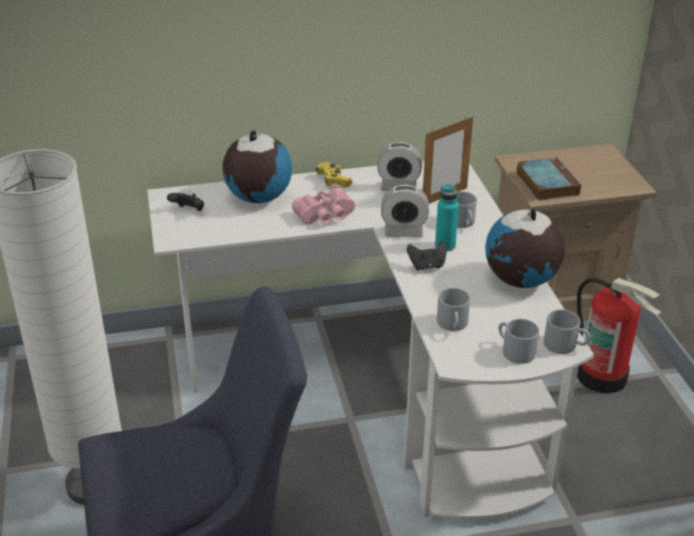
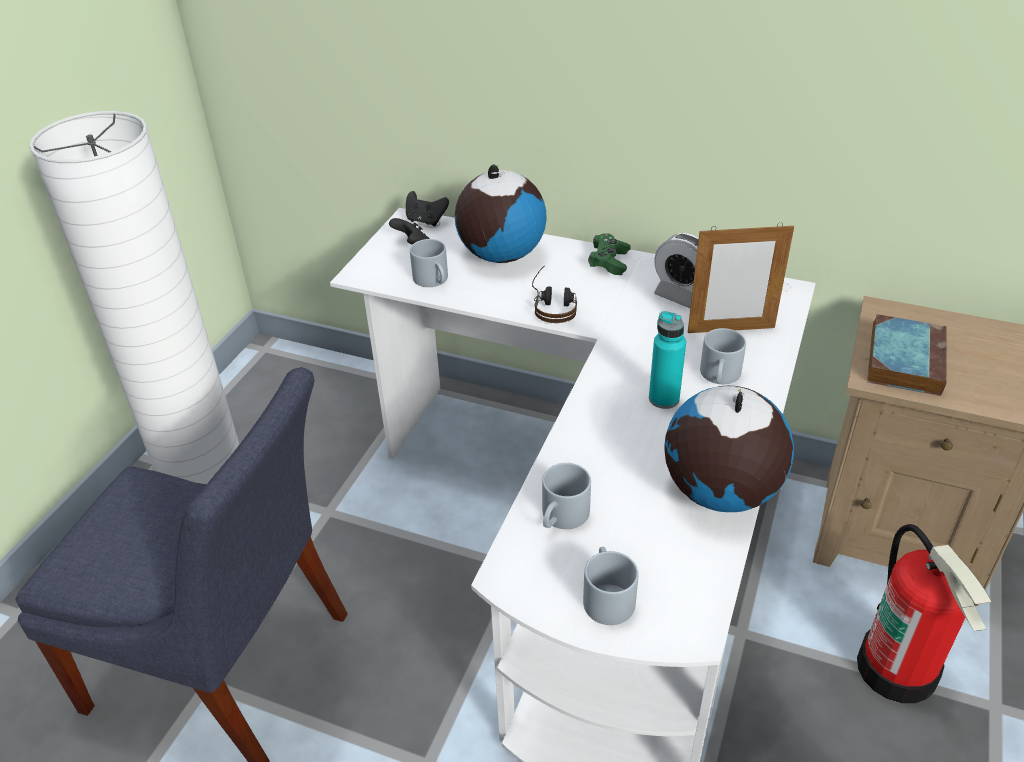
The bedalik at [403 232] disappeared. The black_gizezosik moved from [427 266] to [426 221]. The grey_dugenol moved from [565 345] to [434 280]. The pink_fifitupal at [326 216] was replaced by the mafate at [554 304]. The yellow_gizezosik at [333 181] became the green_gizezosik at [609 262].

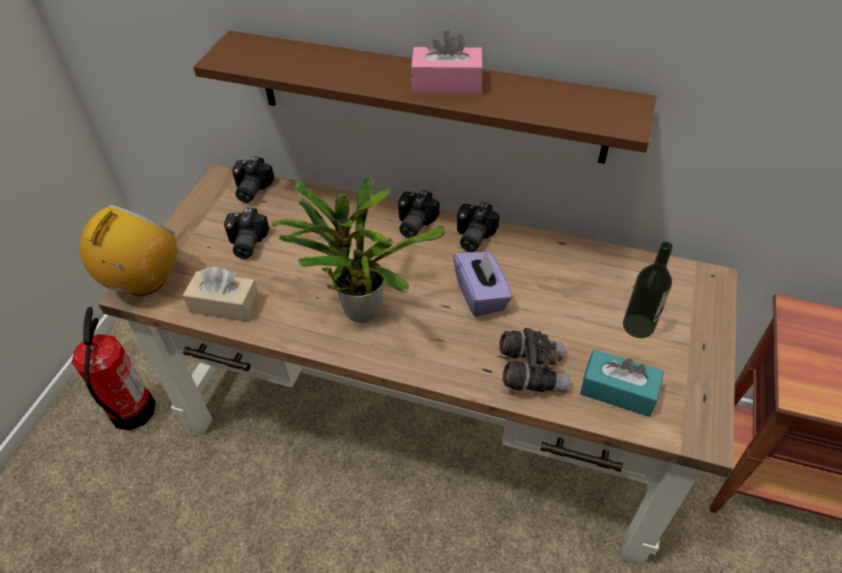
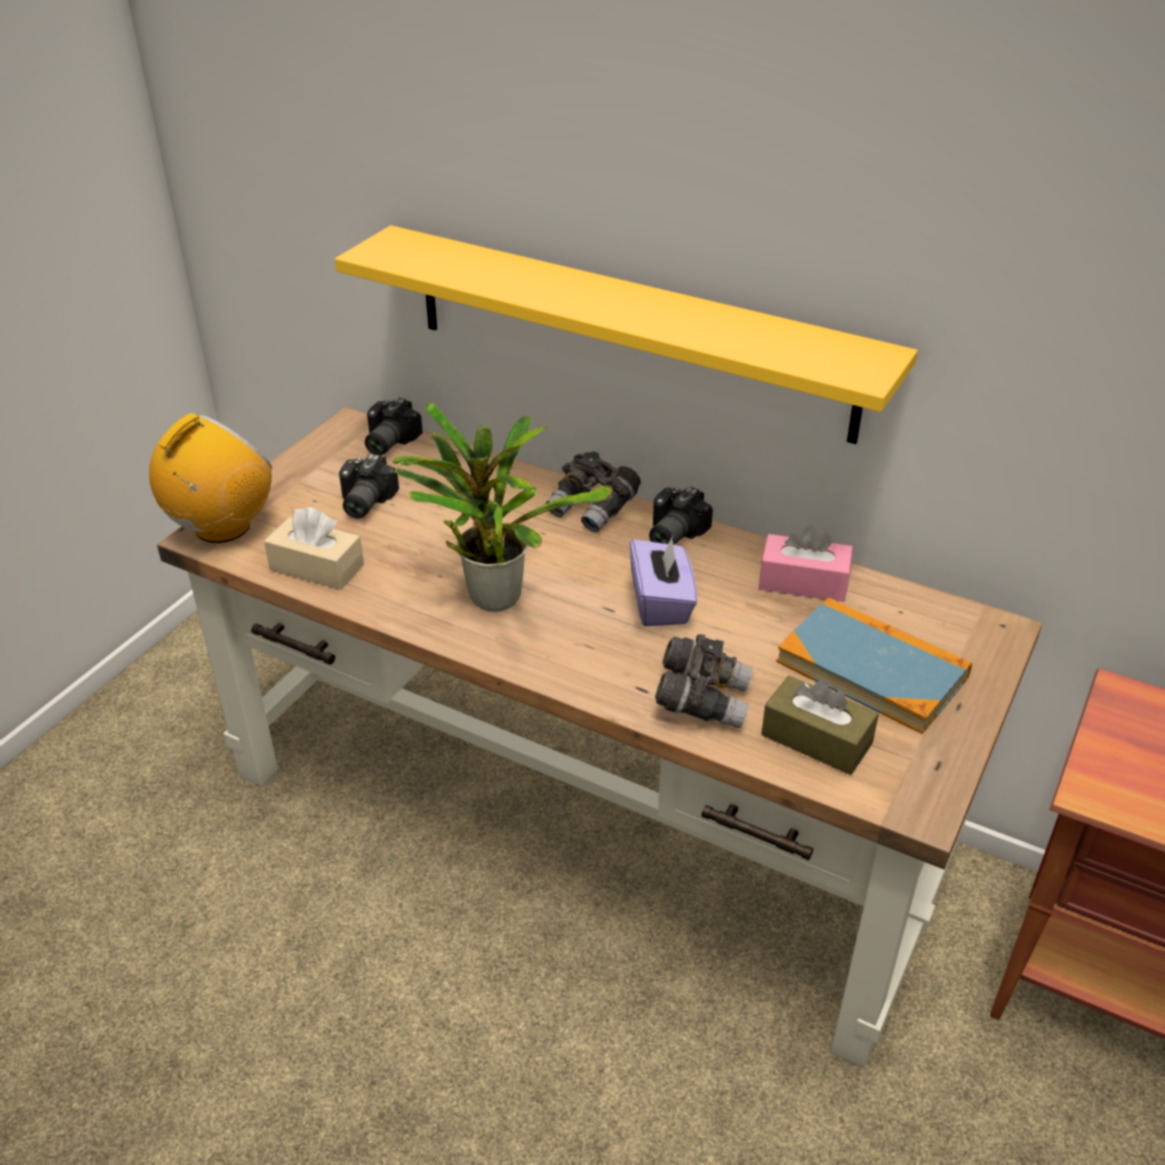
The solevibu at [132 411] disappeared. The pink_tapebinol moved from [446 83] to [803 582]. The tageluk at [412 224] was replaced by the grey_fifitupal at [593 509]. The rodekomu at [638 326] was replaced by the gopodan at [872 669]. The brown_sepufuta at [428 97] became the yellow_sepufuta at [629 332]. The turquoise_tapebinol at [618 391] became the brown_tapebinol at [816 739].

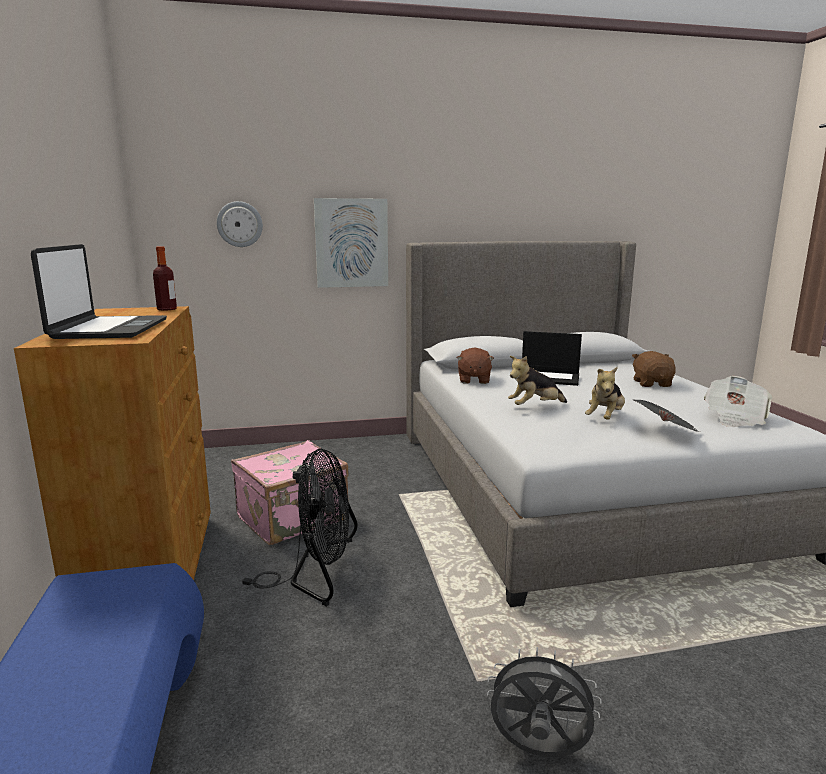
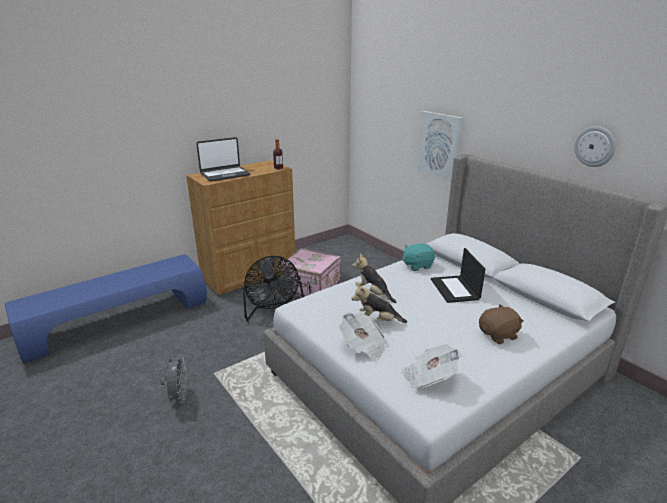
The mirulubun moved from [239 224] to [595 146]. The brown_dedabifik at [473 380] became the turquoise_dedabifik at [417 265].

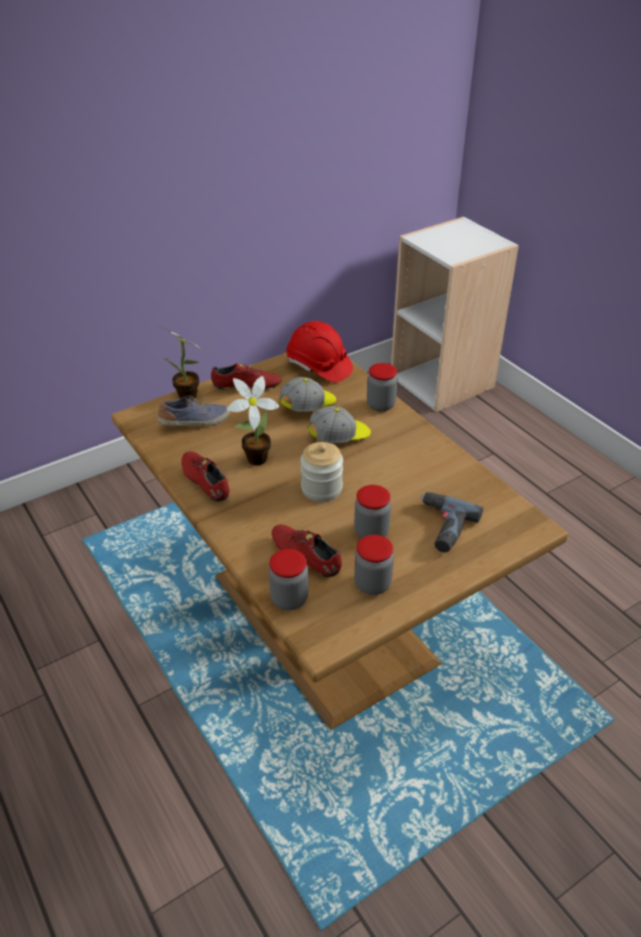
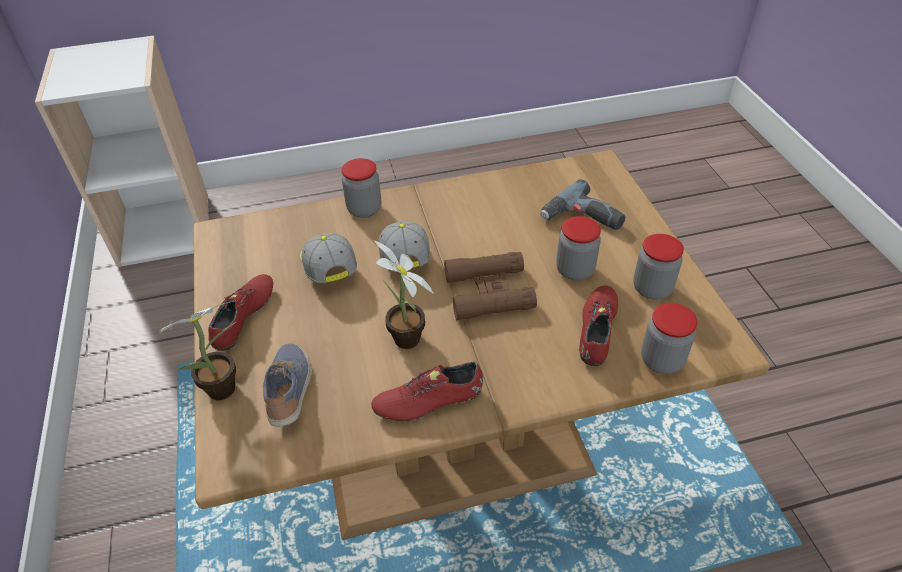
The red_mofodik at [318 366] disappeared. The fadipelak at [321 488] was replaced by the brown_fifitupal at [489 292]. The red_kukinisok at [305 556] turned 135 degrees clockwise.

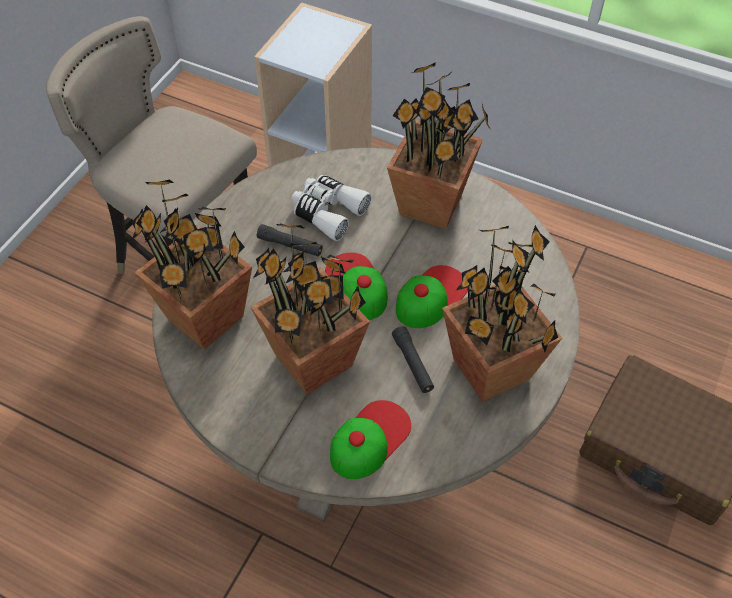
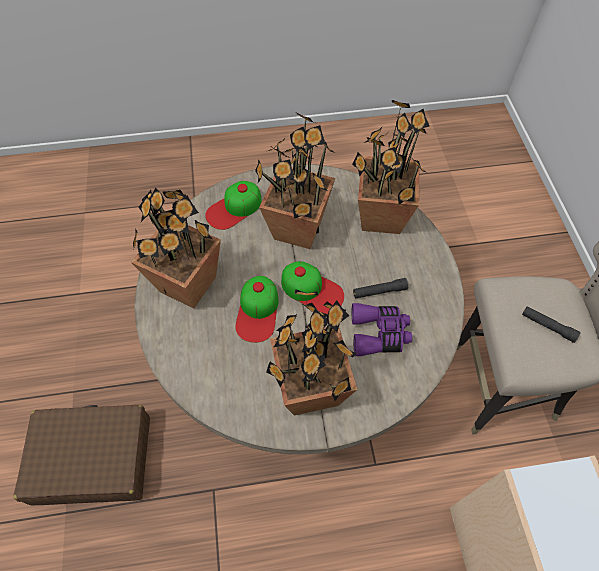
The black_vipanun moved from [413 364] to [547 326]. The white_fifitupal at [328 212] became the purple_fifitupal at [379 333]. The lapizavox at [369 439] turned 45 degrees clockwise.

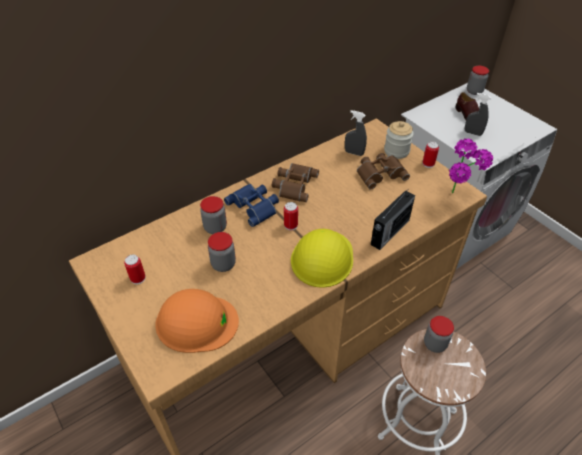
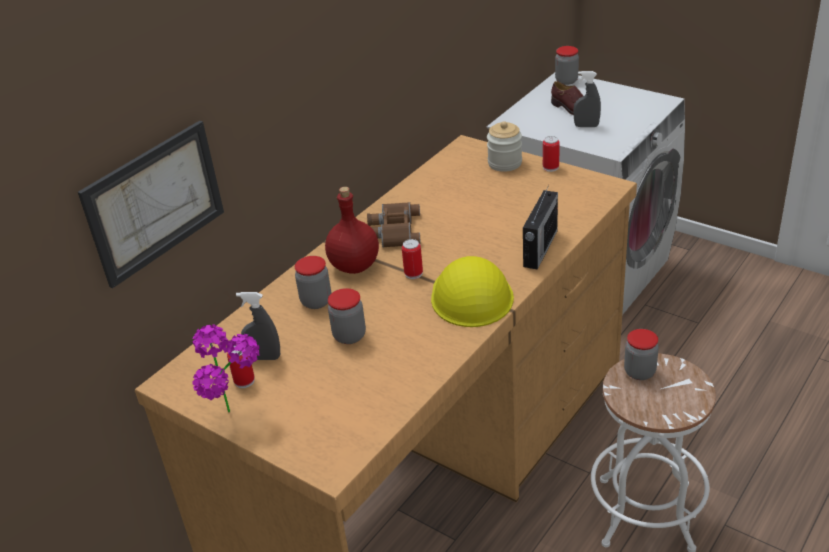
The orange_mofodik at [196 322] disappeared. The brown_fifitupal at [380 173] disappeared. The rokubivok at [154 202] appeared. The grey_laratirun moved from [354 153] to [264 357]. The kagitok moved from [458 197] to [238 417]. The blue_fifitupal at [255 206] was replaced by the red_rodekomu at [355 266].

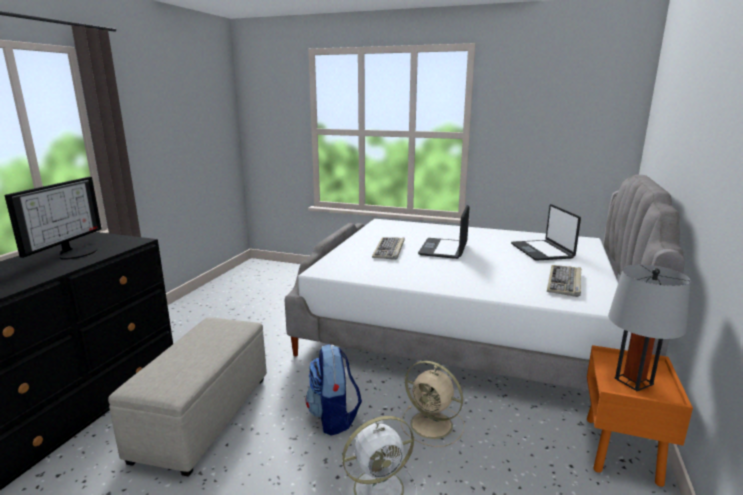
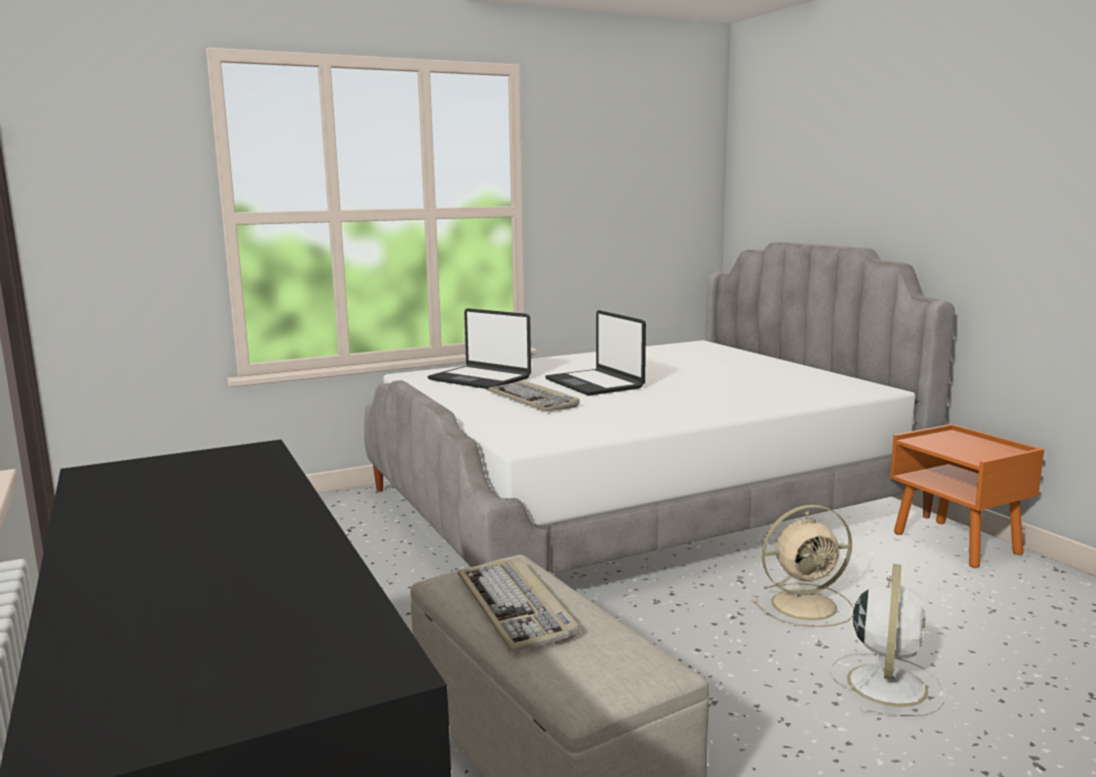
The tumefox at [75 252] disappeared. The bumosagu at [334 417] disappeared. The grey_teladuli at [633 381] disappeared. The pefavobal moved from [542 251] to [480 379]. The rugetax moved from [565 282] to [516 608].

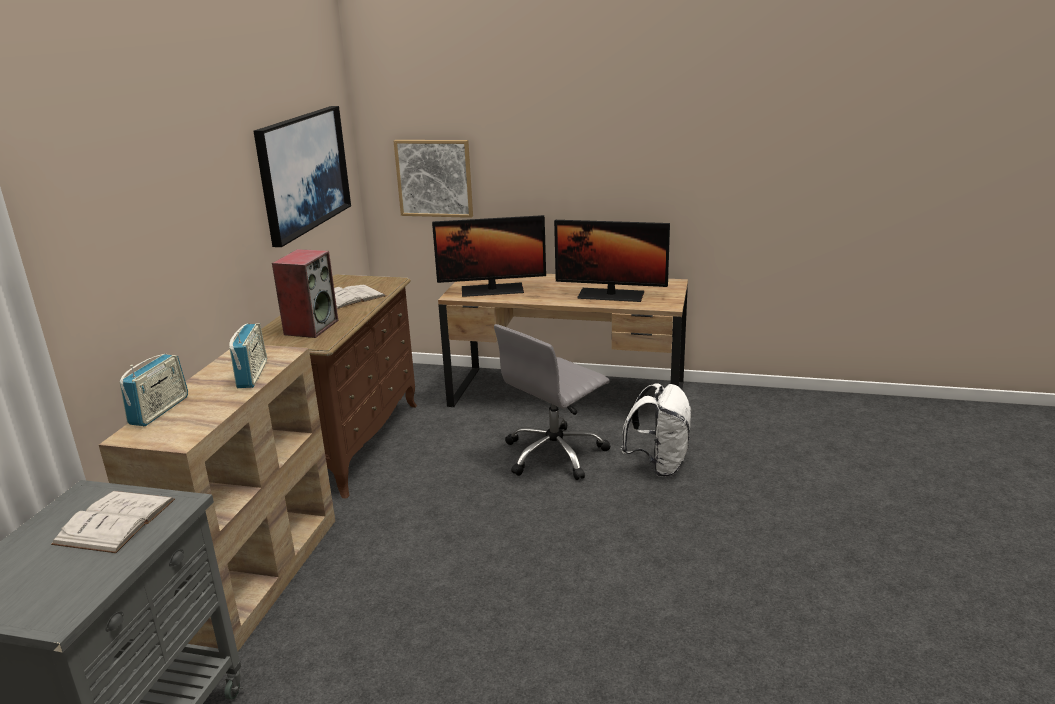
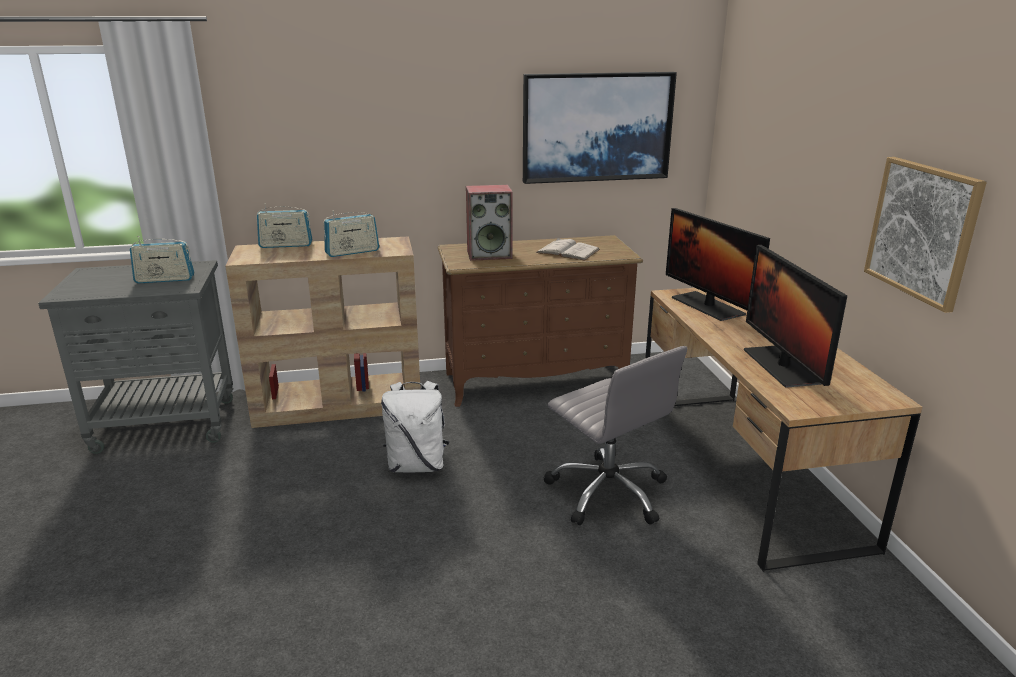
The rokubivok moved from [434 178] to [922 231]. The white_bumosagu moved from [659 465] to [417 465]. The white_gopodan at [115 521] was replaced by the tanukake at [165 280]. The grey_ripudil at [554 454] turned 150 degrees counterclockwise.

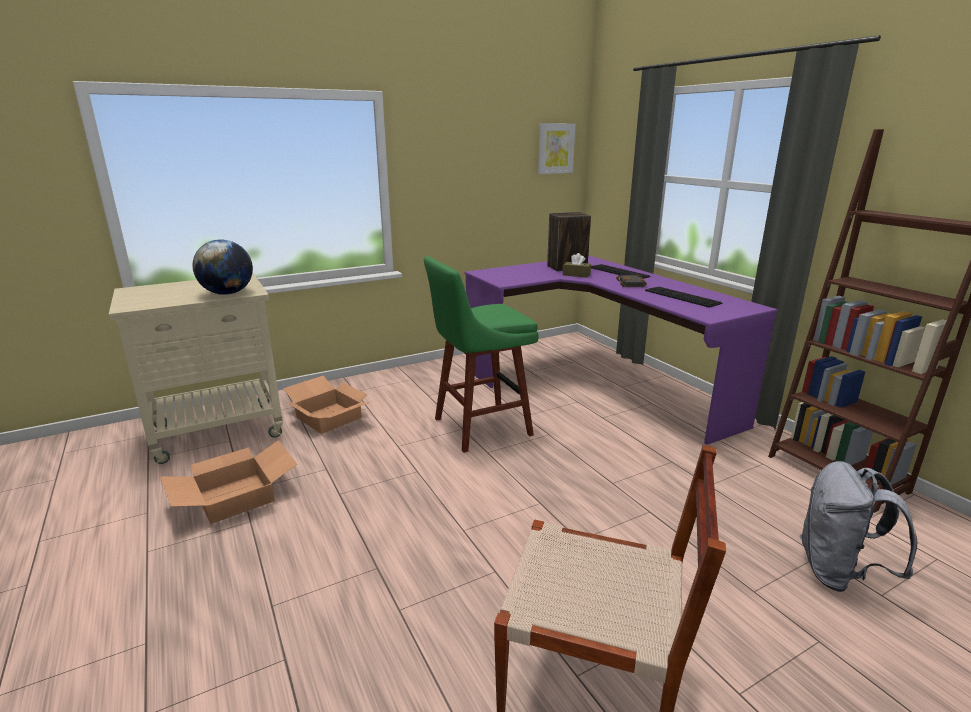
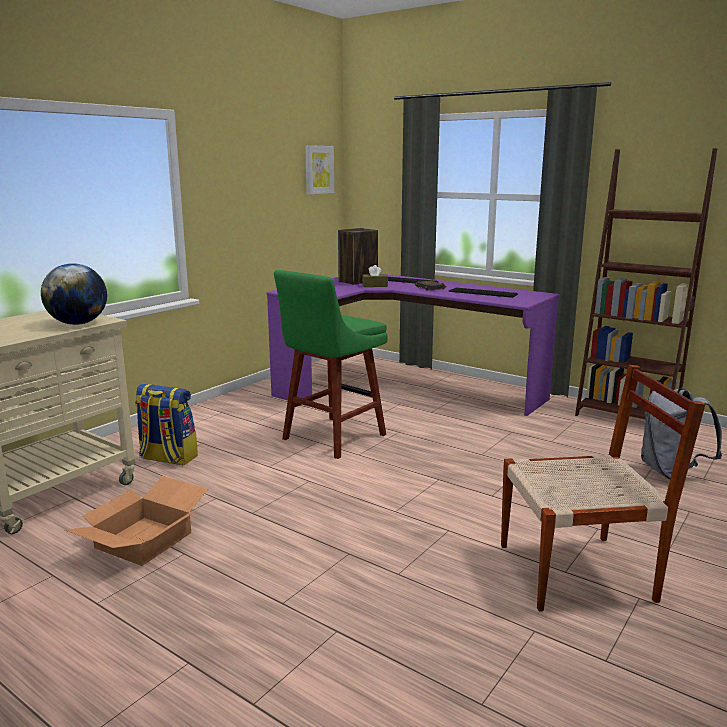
The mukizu at [327 418] was replaced by the bumosagu at [167 458].

